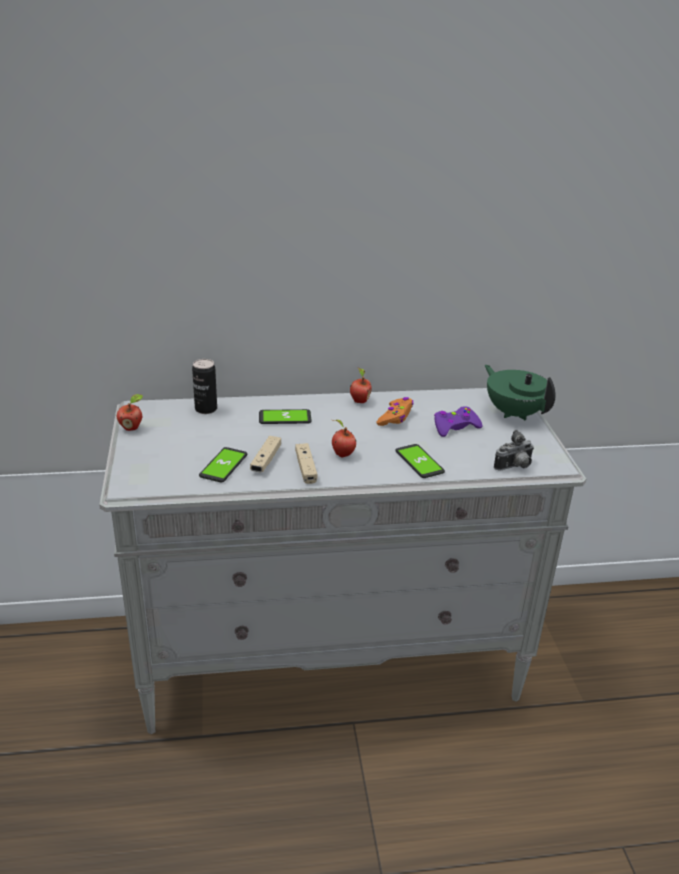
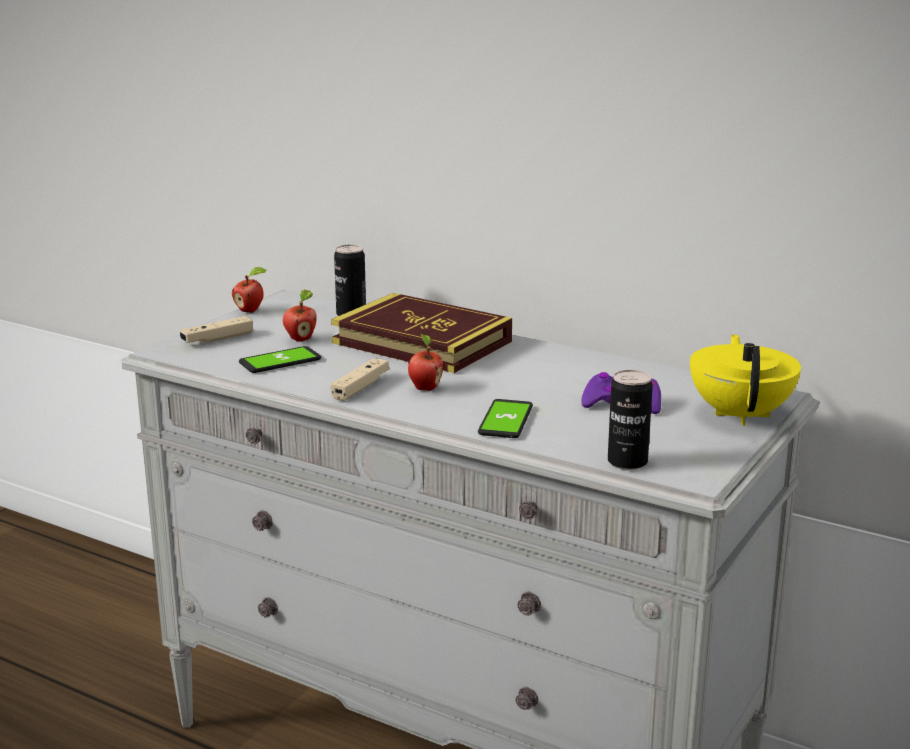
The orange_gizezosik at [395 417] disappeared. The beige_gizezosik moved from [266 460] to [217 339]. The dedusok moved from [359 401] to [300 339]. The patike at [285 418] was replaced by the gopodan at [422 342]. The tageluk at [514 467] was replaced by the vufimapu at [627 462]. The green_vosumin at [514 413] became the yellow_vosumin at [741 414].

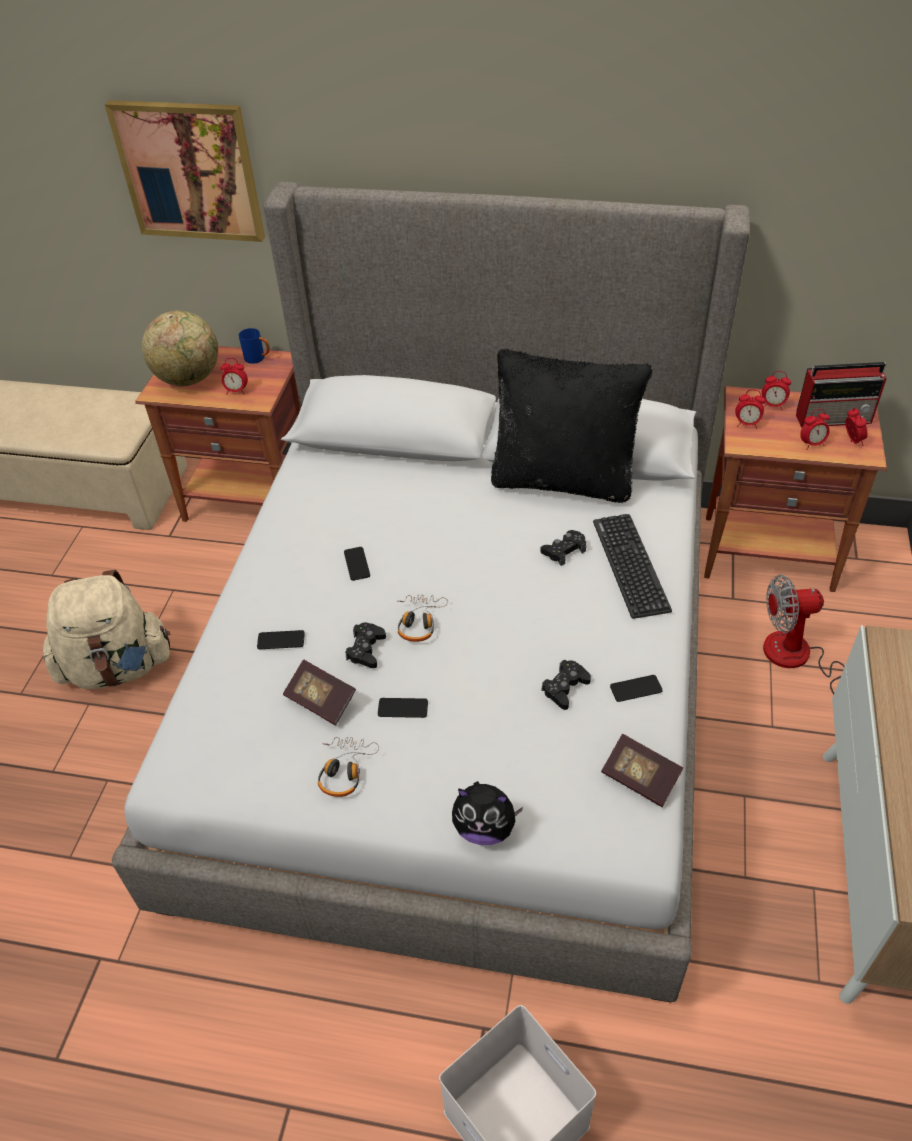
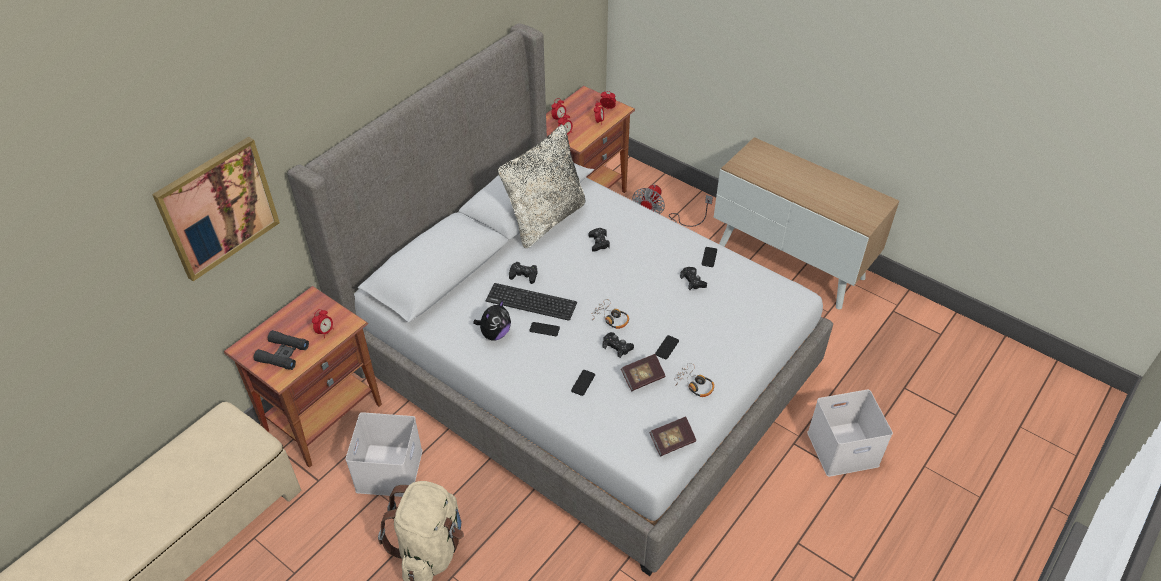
The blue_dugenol at [258 358] disappeared. The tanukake at [835 418] disappeared. The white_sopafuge at [388 469] appeared. The black_gizezosik at [523 275] appeared. The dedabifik moved from [485 828] to [495 334]. The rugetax moved from [630 565] to [531 302]. The gopodan moved from [640 778] to [672 442]. The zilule at [189 378] was replaced by the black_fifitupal at [283 354]. The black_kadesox at [563 484] became the beige_kadesox at [546 221].

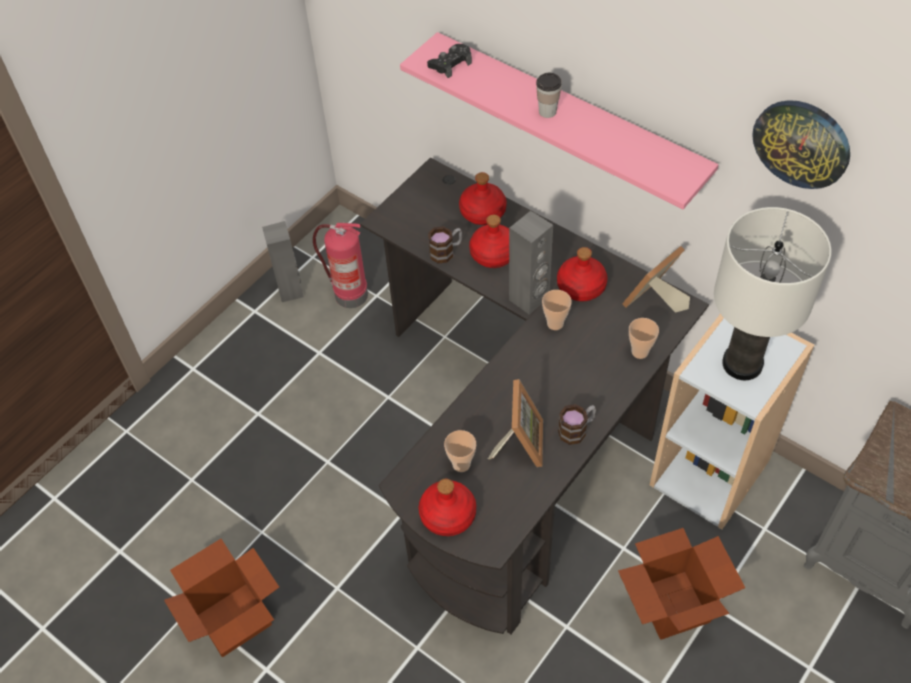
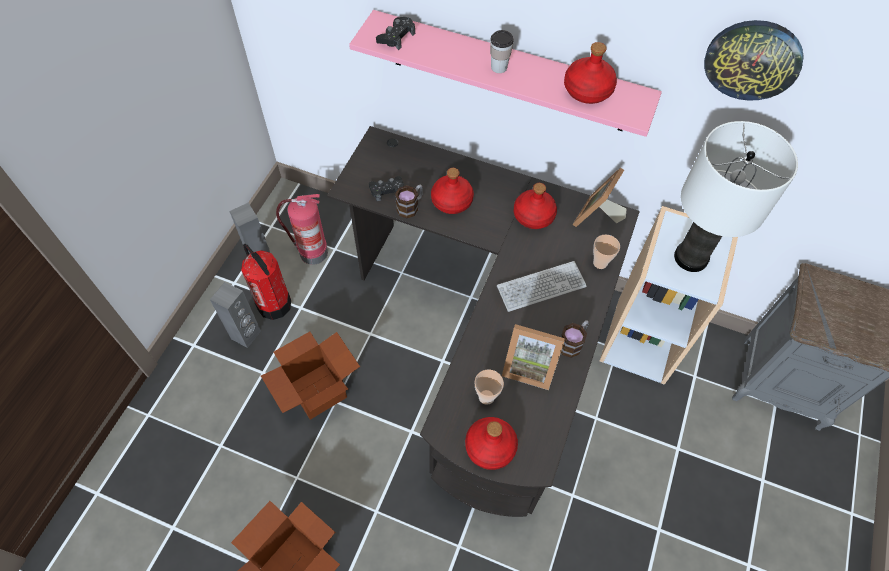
The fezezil at [555 323] disappeared. The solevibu at [274 304] appeared. The black_gizezosik at [387 190] appeared. The rugetax at [541 287] appeared. The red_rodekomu moved from [482 212] to [587 90]. The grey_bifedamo moved from [529 299] to [246 335]. The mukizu moved from [673 605] to [318 391]. The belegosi at [519 443] turned 120 degrees clockwise.

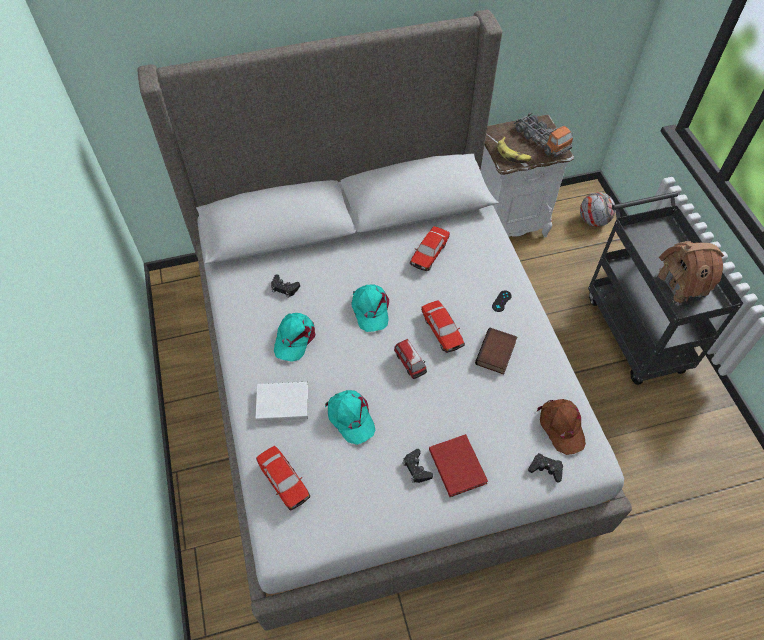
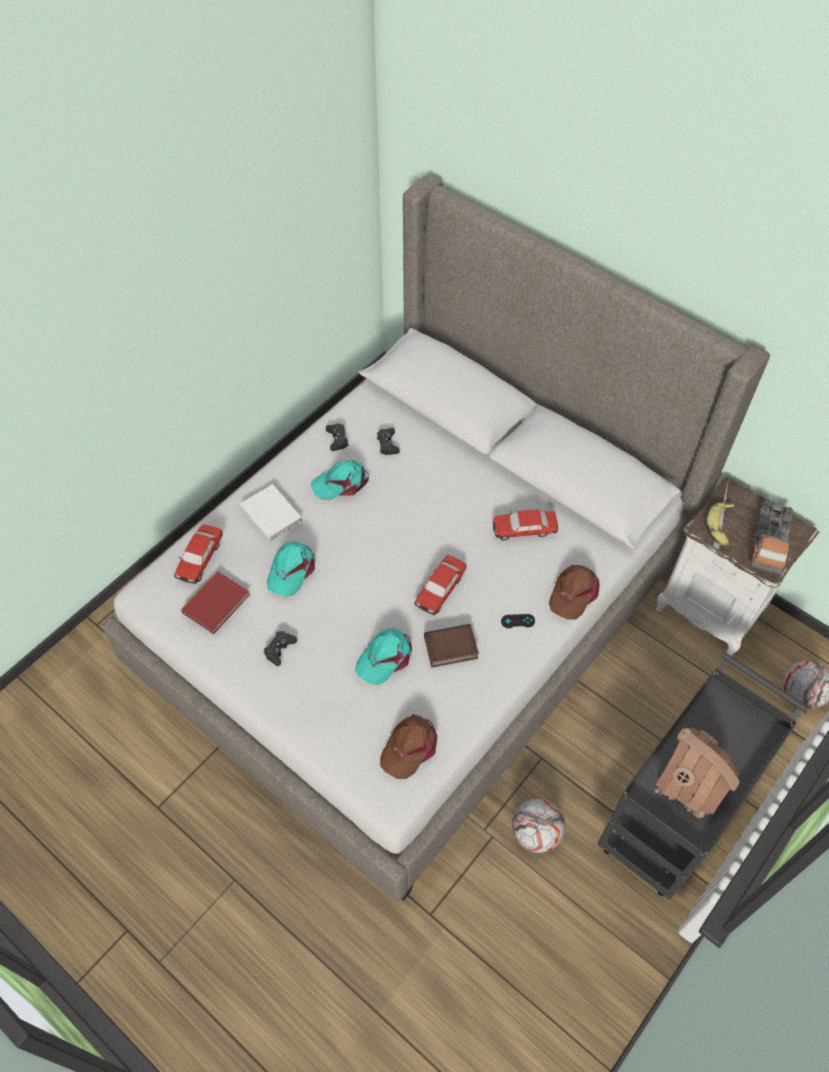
The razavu at [410 363] disappeared. The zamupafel at [536 833] appeared. The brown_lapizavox at [573 593] appeared. The turquoise_lapizavox moved from [370 309] to [385 657]. The red_gopodan moved from [457 464] to [218 603]. The black_gizezosik moved from [546 469] to [337 439].

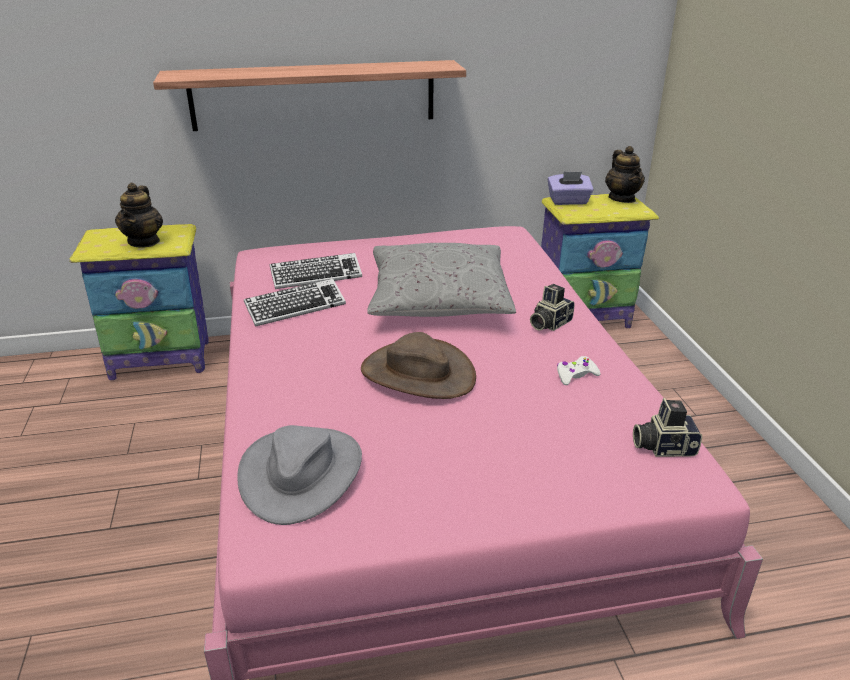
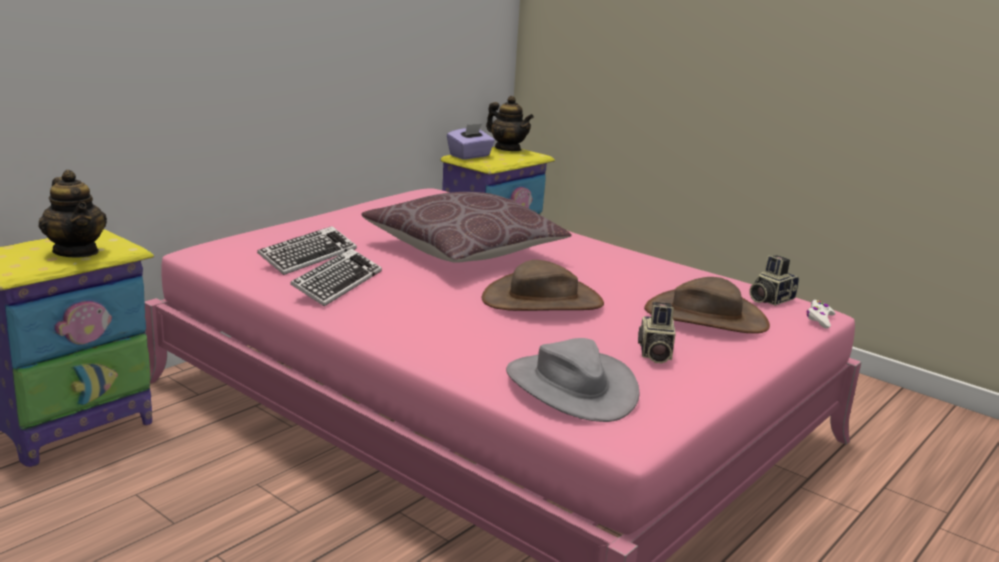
The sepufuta at [314 95] disappeared. The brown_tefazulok at [706 317] appeared. The tageluk moved from [549 323] to [654 353]. The white_gizezosik moved from [575 375] to [819 319]. The grey_kadesox at [439 300] became the brown_kadesox at [464 251].

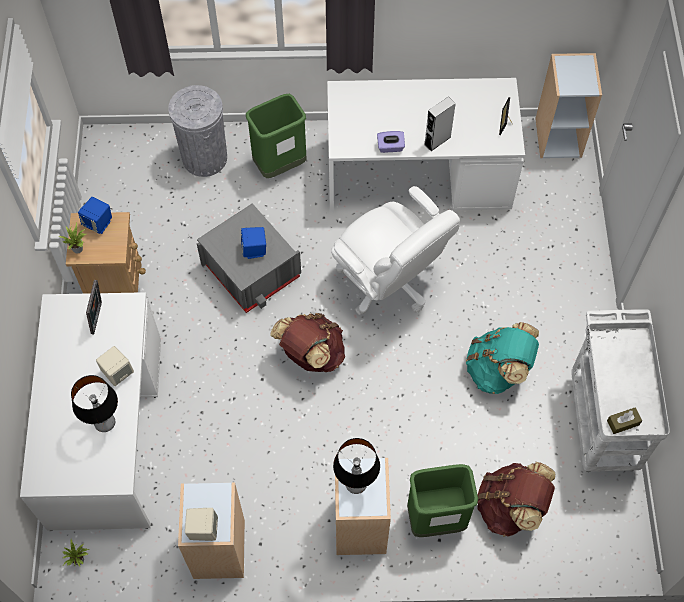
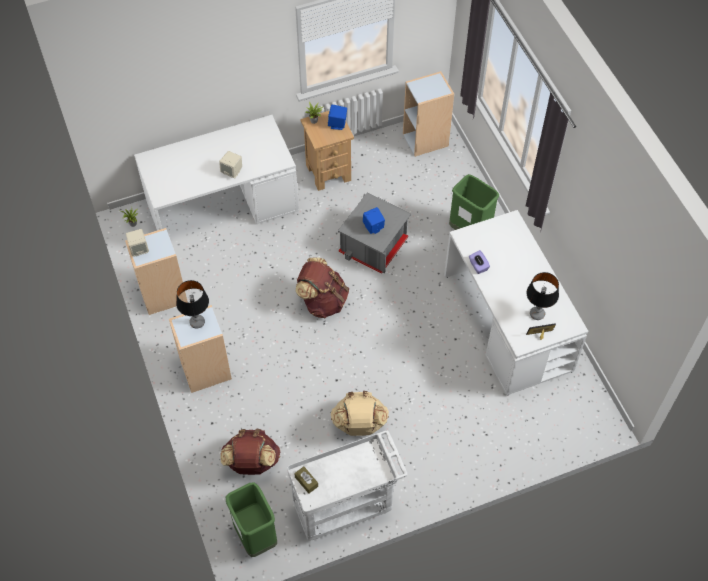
The belegosi at [98 318] disappeared. The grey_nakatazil at [204 157] disappeared. The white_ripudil at [389 284] disappeared. The grey_bifedamo at [437 140] disappeared. The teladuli moved from [105 423] to [537 314]. The green_nakatazil moved from [436 519] to [255 536]. The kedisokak moved from [558 137] to [426 140]. The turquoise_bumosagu at [498 370] became the beige_bumosagu at [359 425].

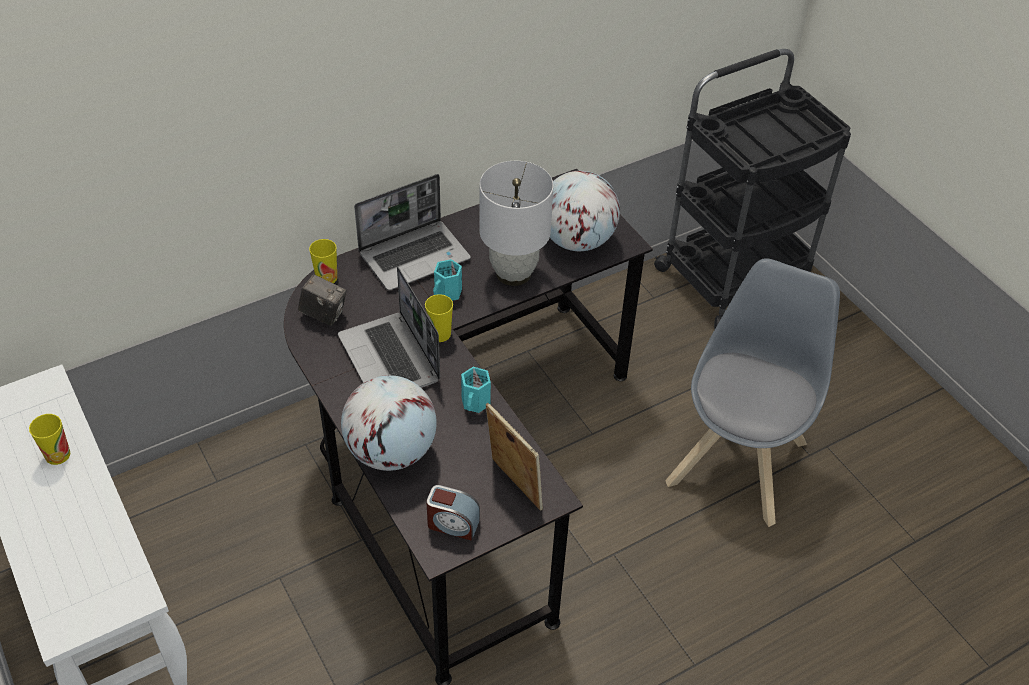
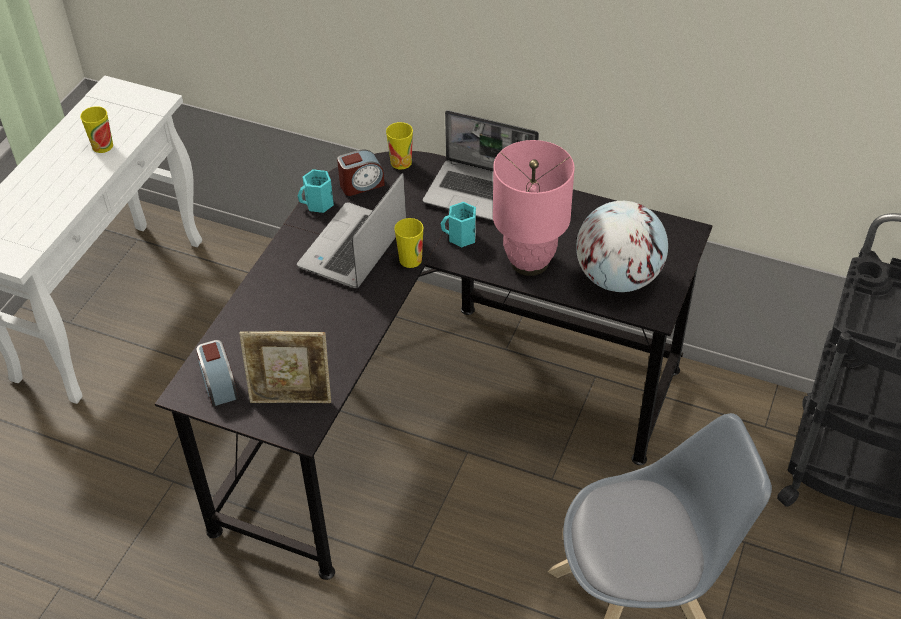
The zilule at [391 451] disappeared. The turquoise_dugenol moved from [476 402] to [318 204]. The tageluk at [324 314] was replaced by the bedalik at [361 184]. The white_teladuli at [513 273] became the pink_teladuli at [529 262]. The belegosi at [513 485] turned 75 degrees clockwise.

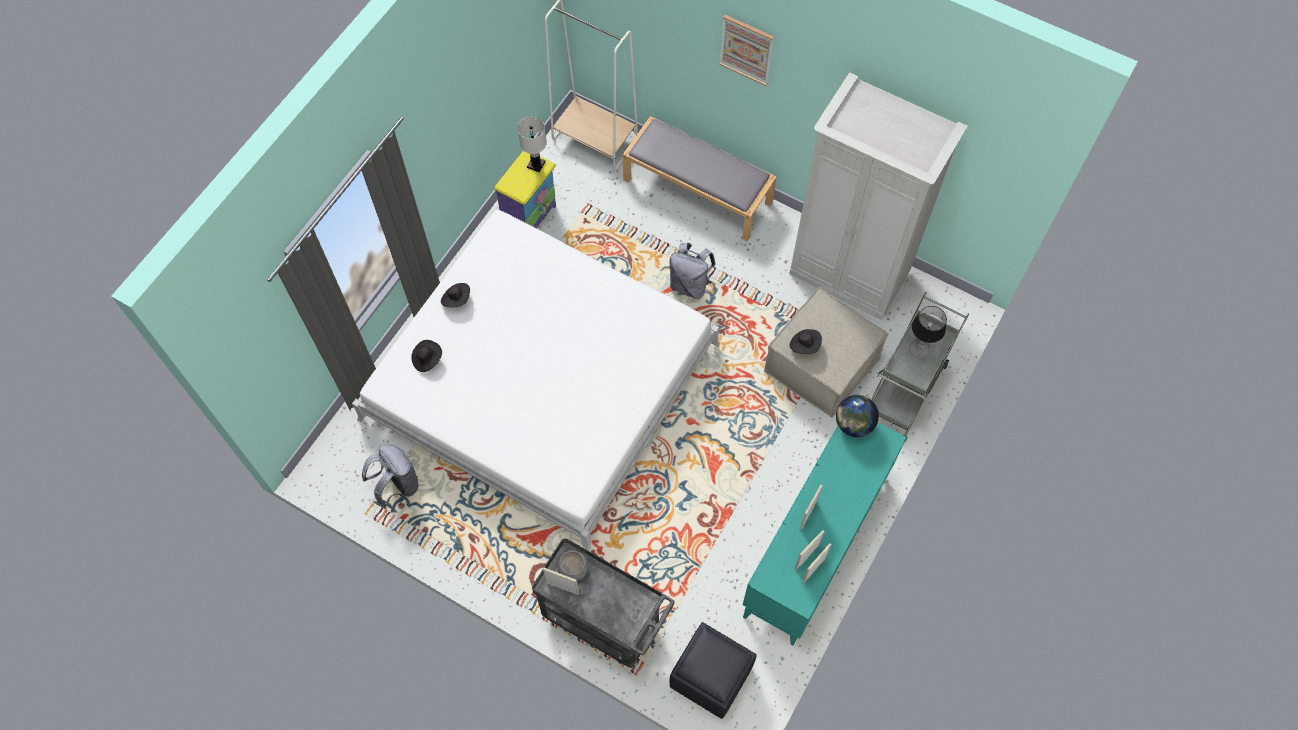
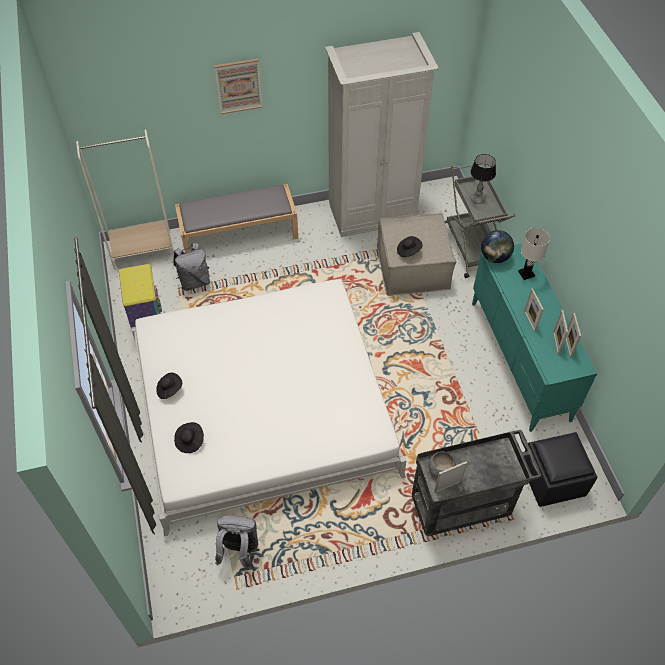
The white_teladuli moved from [536 164] to [526 273]. The grey_bumosagu moved from [690 284] to [194 281].

